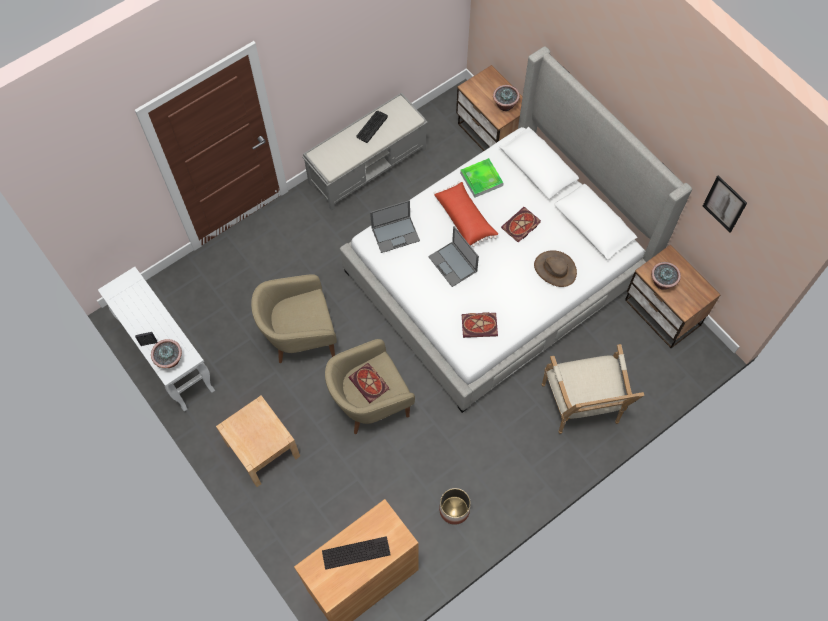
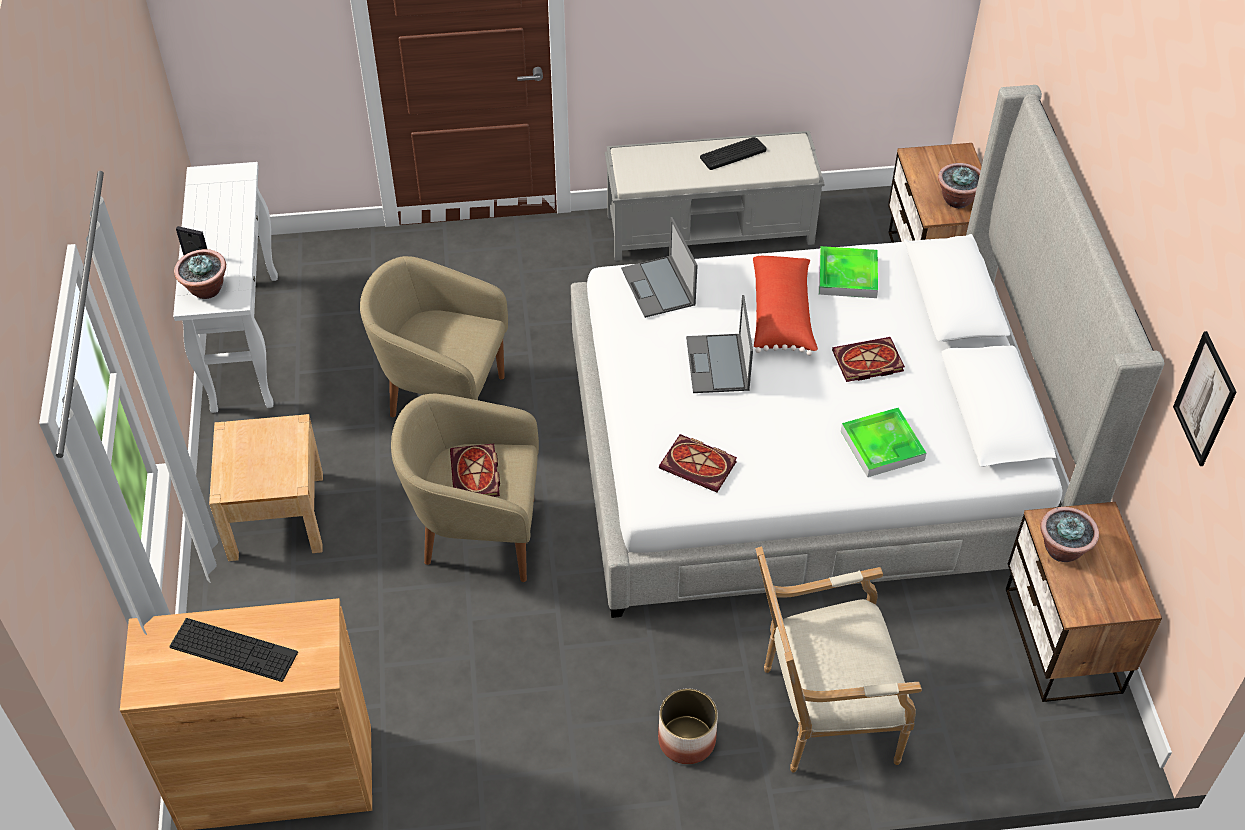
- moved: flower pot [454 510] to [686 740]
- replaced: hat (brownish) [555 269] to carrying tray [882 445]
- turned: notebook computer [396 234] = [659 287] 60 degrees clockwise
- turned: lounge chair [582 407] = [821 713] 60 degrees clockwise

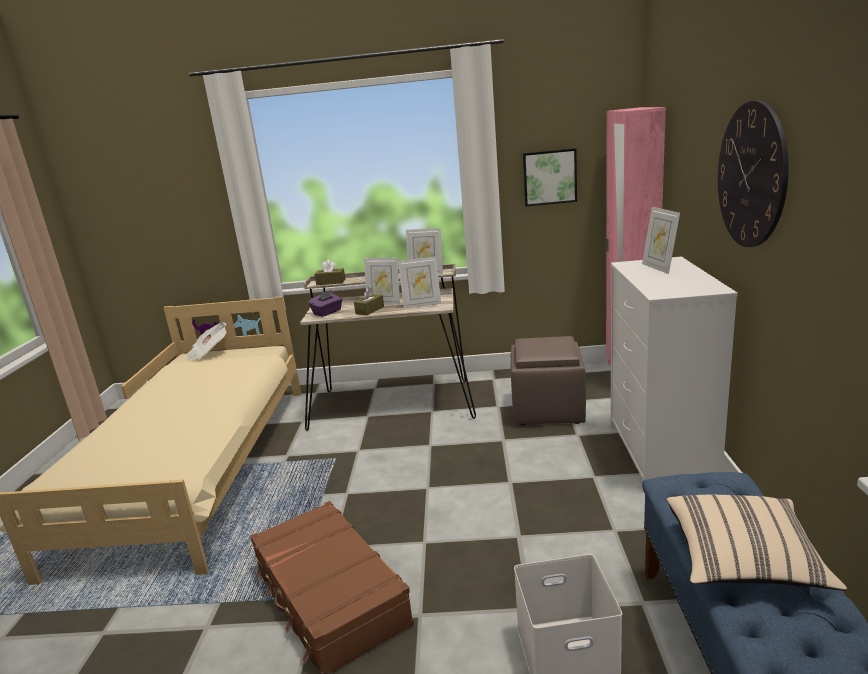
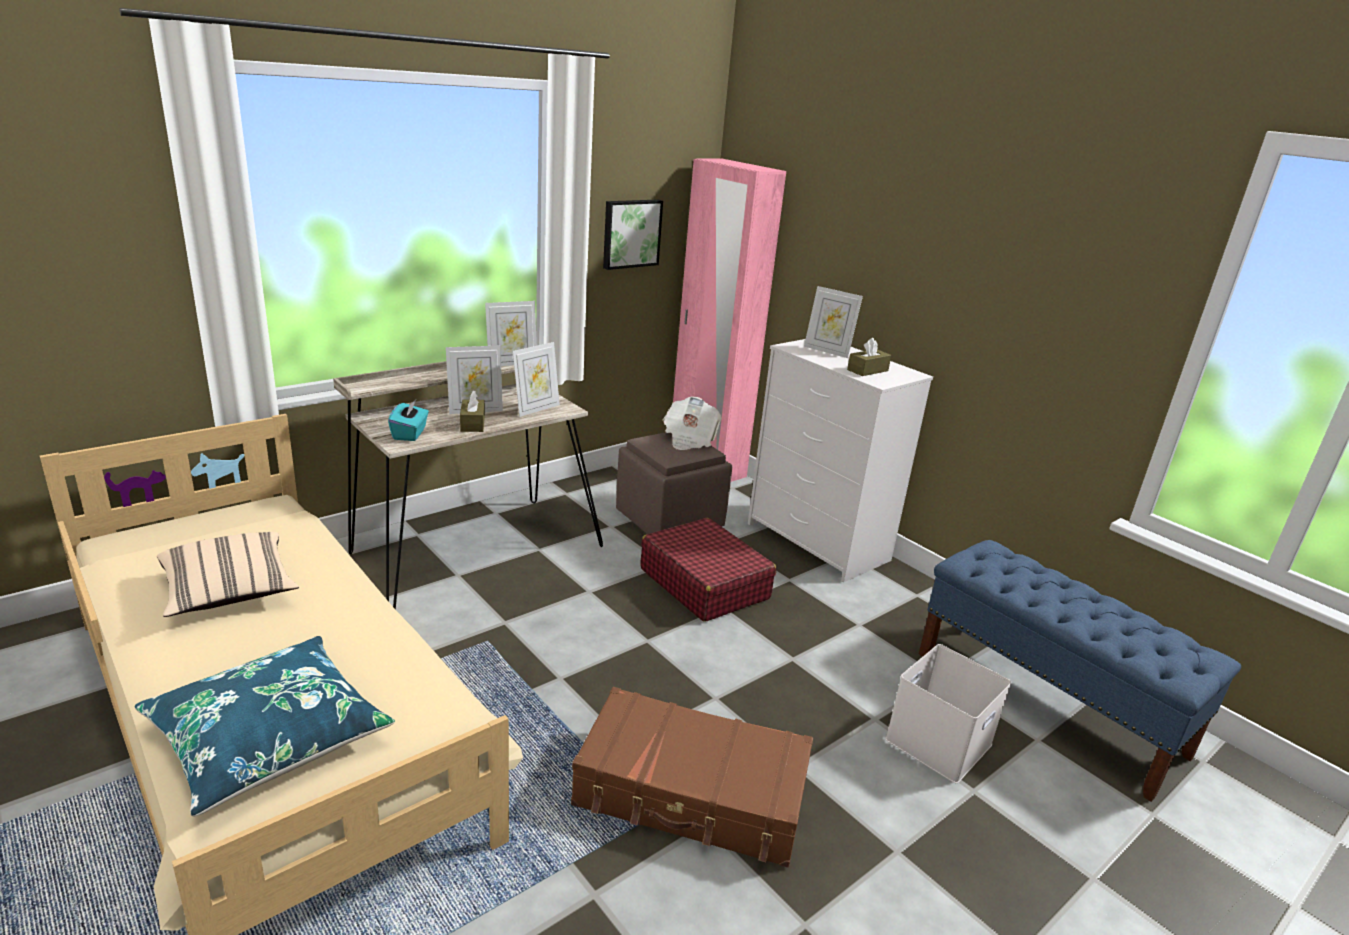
- removed: clock on the wall [751 175]
- added: throw pillow (bluish) [268 736]
- added: travel case (red-coloured) [704 583]
- moved: newspaper [208 353] to [689 439]
- moved: box of tissues (brownish) [331 282] to [867 370]
- moved: throw pillow (beige-coloured) [743 561] to [229 592]
- recoloured: box of tissues (purple-coloured) [327 312] to box of tissues (turquoise-coloured) [410 434]

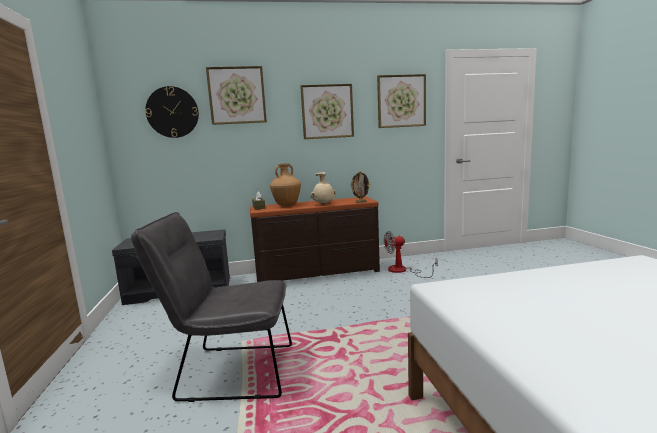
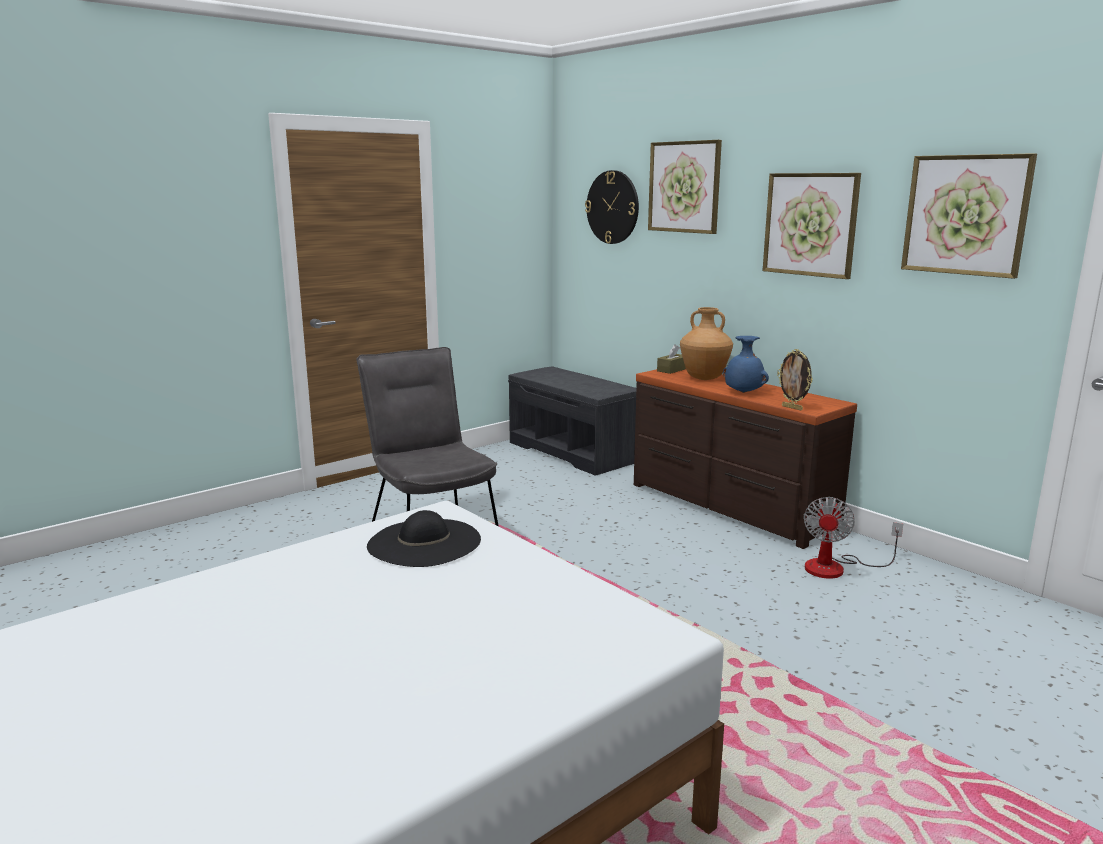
- added: hat (black) [424 542]
- recoloured: vase (beige-coloured) [324 204] to vase (bluish) [743 392]
- turned: electric fan [403 271] = [836 567] 120 degrees counterclockwise

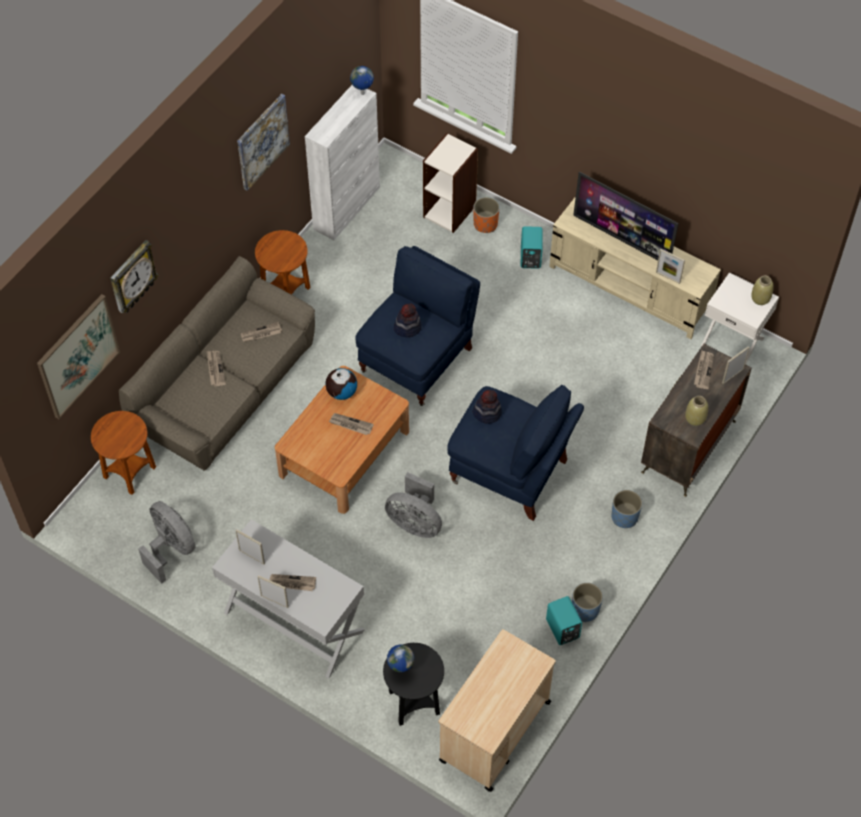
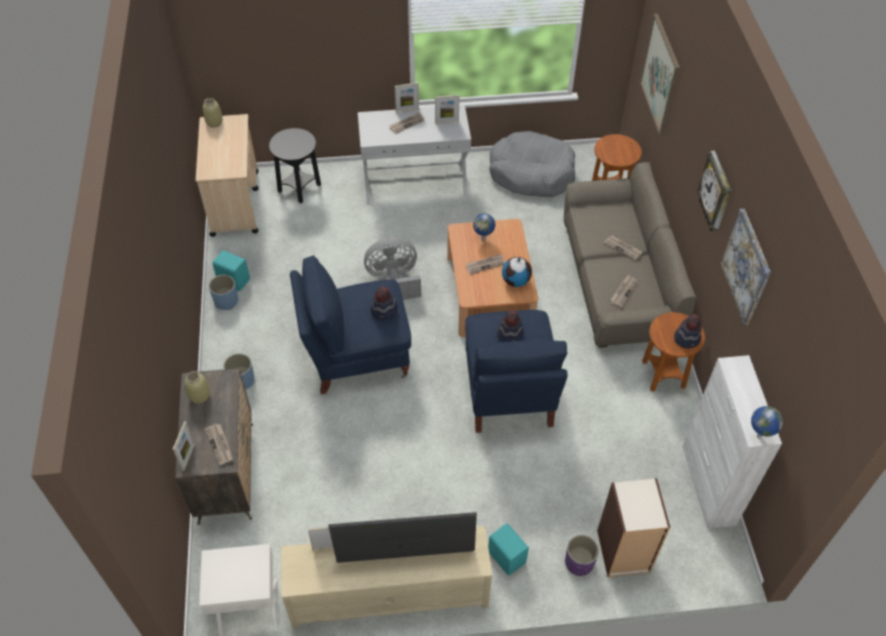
- added: hat [687 338]
- moved: clock on the wall [132 277] to [716 193]
- moved: world globe [400 669] to [483 239]
- moved: vase (beige-coloured) [760 298] to [214 123]
- replaced: electric fan (greyish) [171 549] to dog bed (greyish) [531 173]
- recoloured: flower pot (orange-coloured) [485 224] to flower pot (purple-coloured) [579 562]

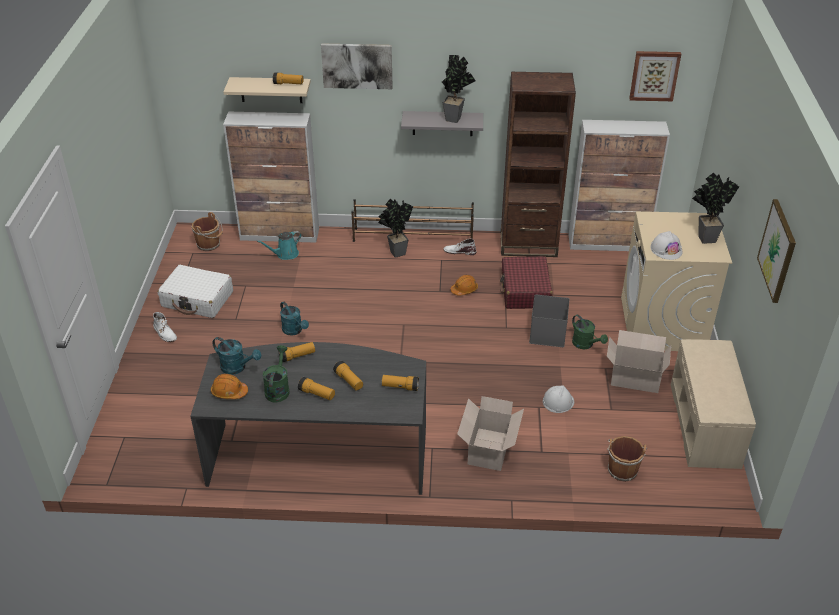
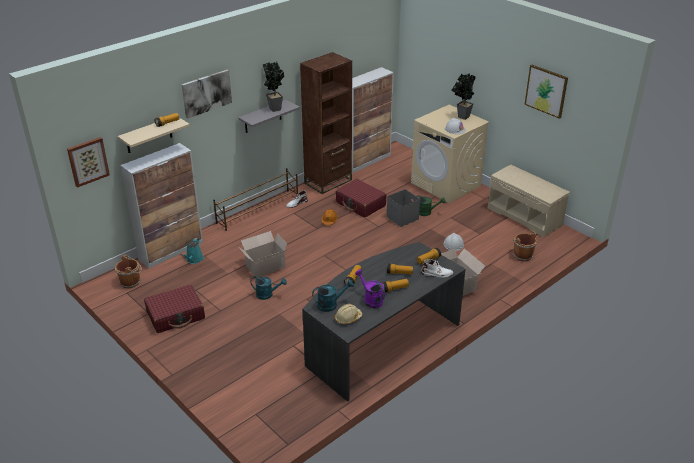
- removed: houseplant [395 253]
- moved: tall boot (white-coloured) [165 333] to [437 273]
- moved: packing box [633 378] to [264 267]
- moved: picture [654 75] to [88 161]
- recoloured: travel case (white-coloured) [197 299] to travel case (red-coloured) [176 315]
- recoloured: safety helmet (orange-coloured) [229 392] to safety helmet (beige-coloured) [348 318]
- recoloured: sprinkling can (greenish) [278 389] to sprinkling can (purple-coloured) [371 299]

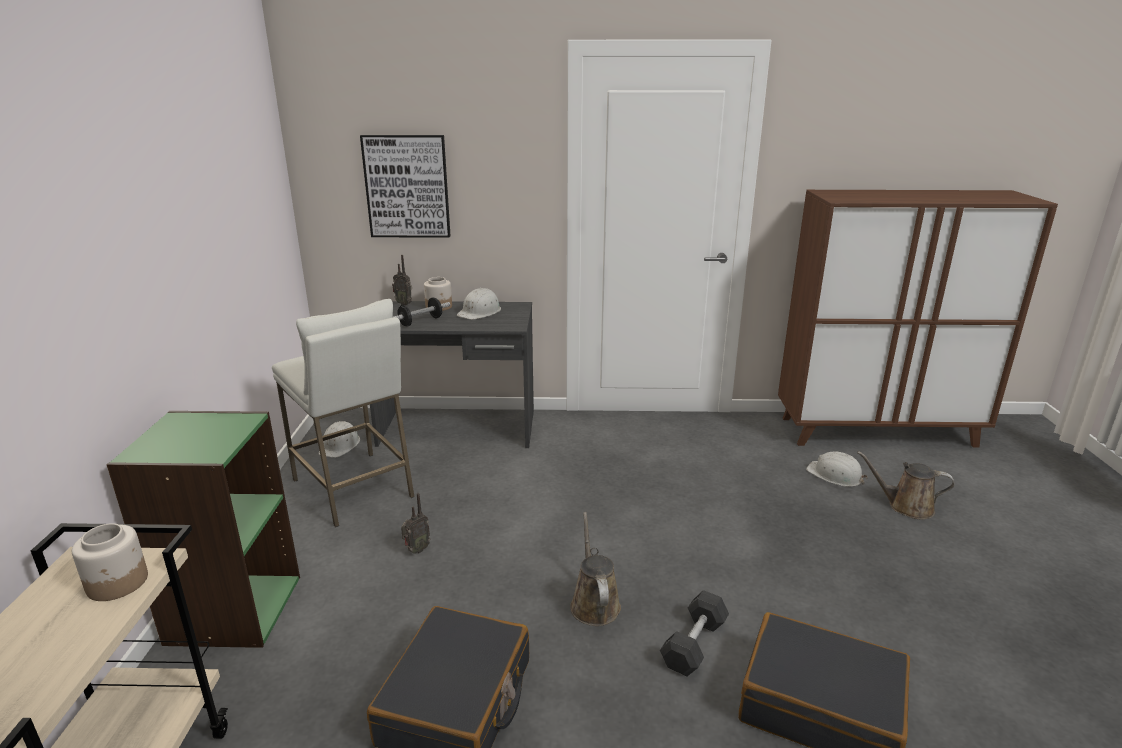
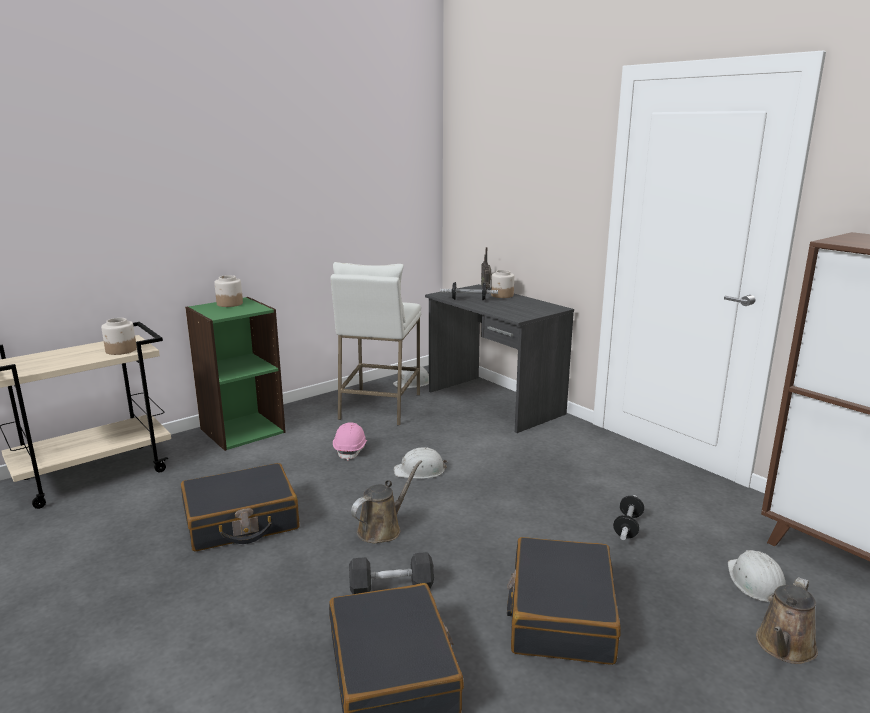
- removed: picture [407 186]
- added: preserve jar [229 304]
- added: travel case (black) [560 614]
- added: dumbbell [627 527]
- moved: safety helmet (white-coloured) [480 312] to [420 470]
- replaced: radio receiver [416 550] to safety helmet (pink) [351 450]
- turned: sprinkling can (brownish) [906 506] = [784 647] 120 degrees counterclockwise

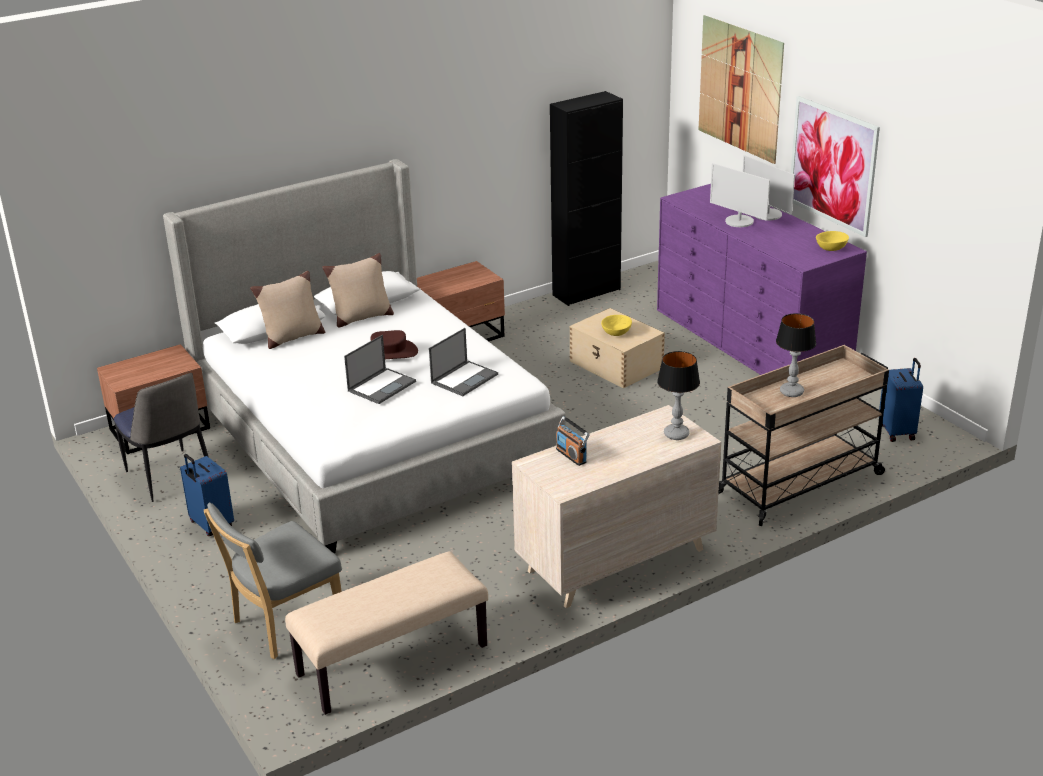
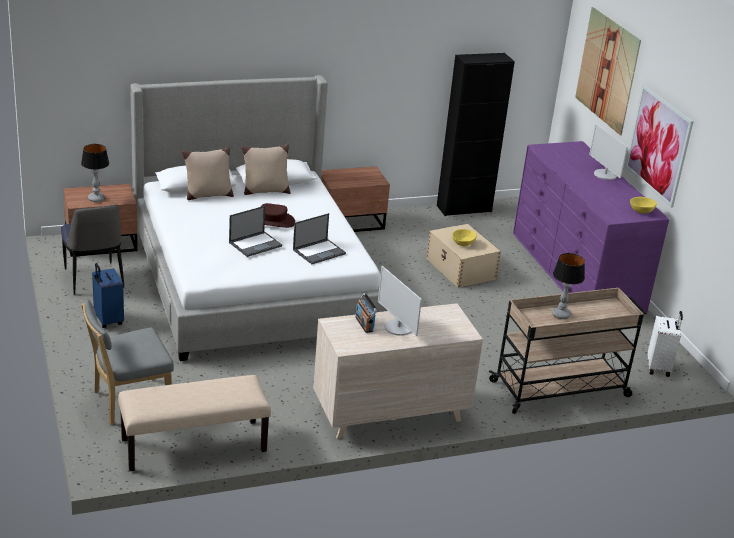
- moved: tabletop lamp [676 434] to [96 199]
- moved: computer display [739 221] to [398 328]
- recoloured: travel case (bluish) [897 431] to travel case (white-coloured) [659 367]

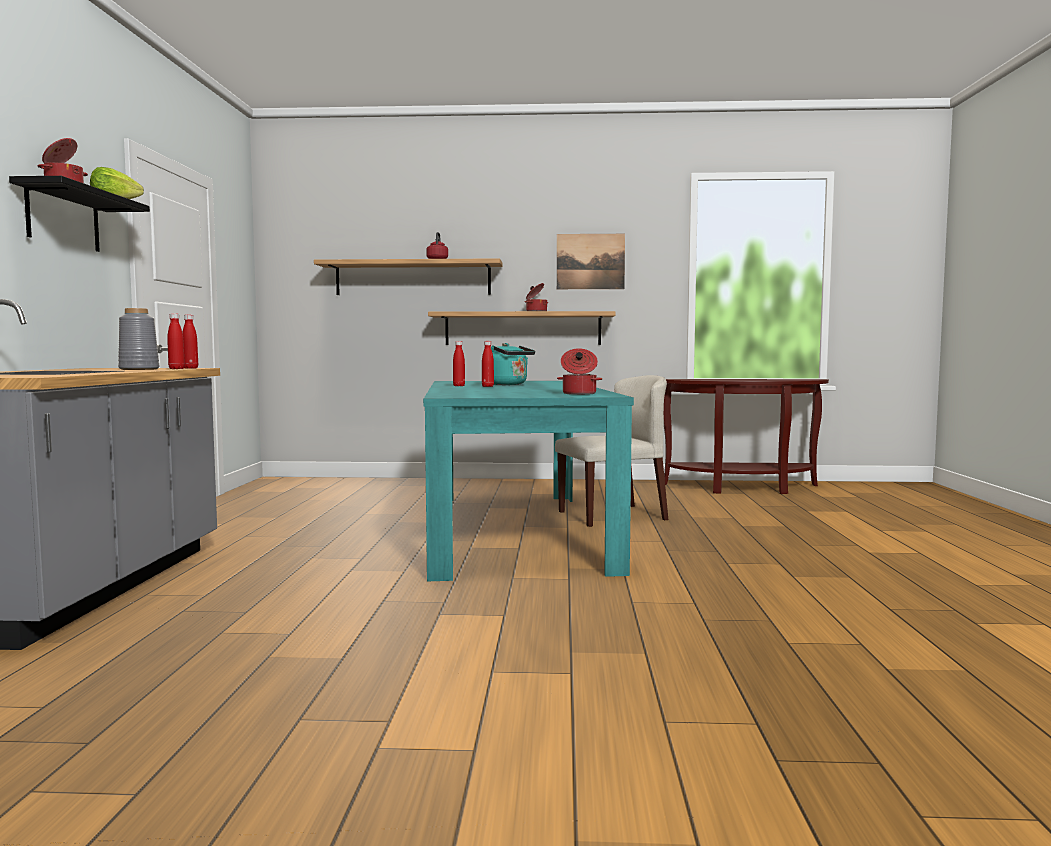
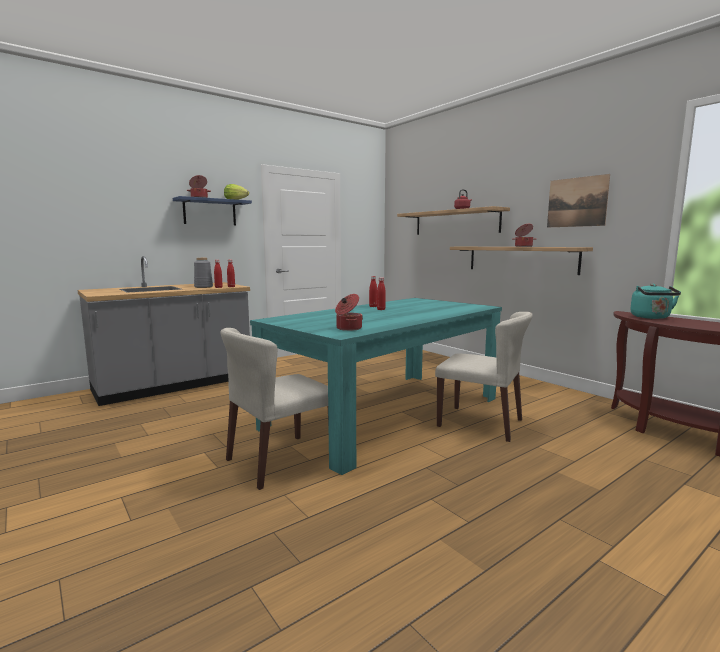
- added: plain chair (beige-coloured) [280 460]
- moved: tea kettle (turquoise-coloured) [508 384] to [651 317]
- recoloured: wall shelf (black) [63 218] to wall shelf (bluish) [209 212]

